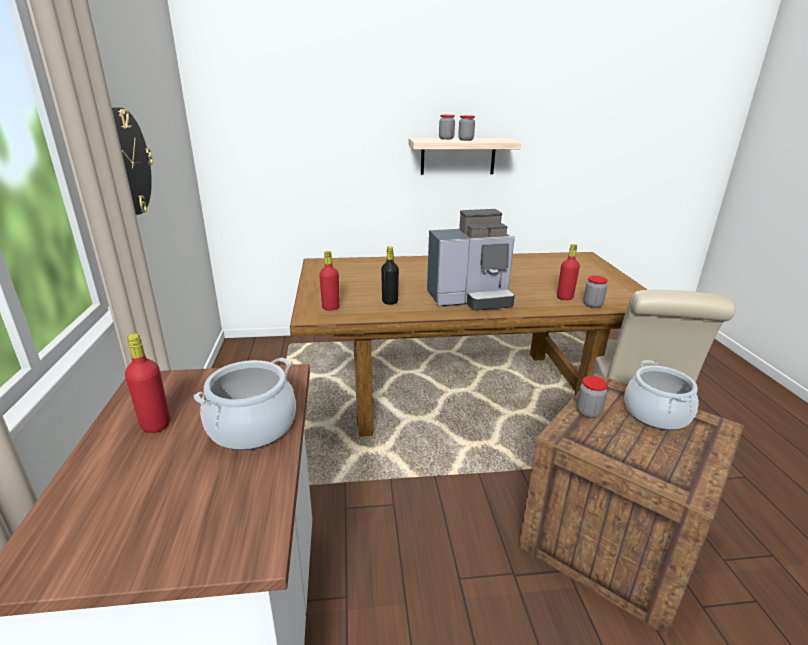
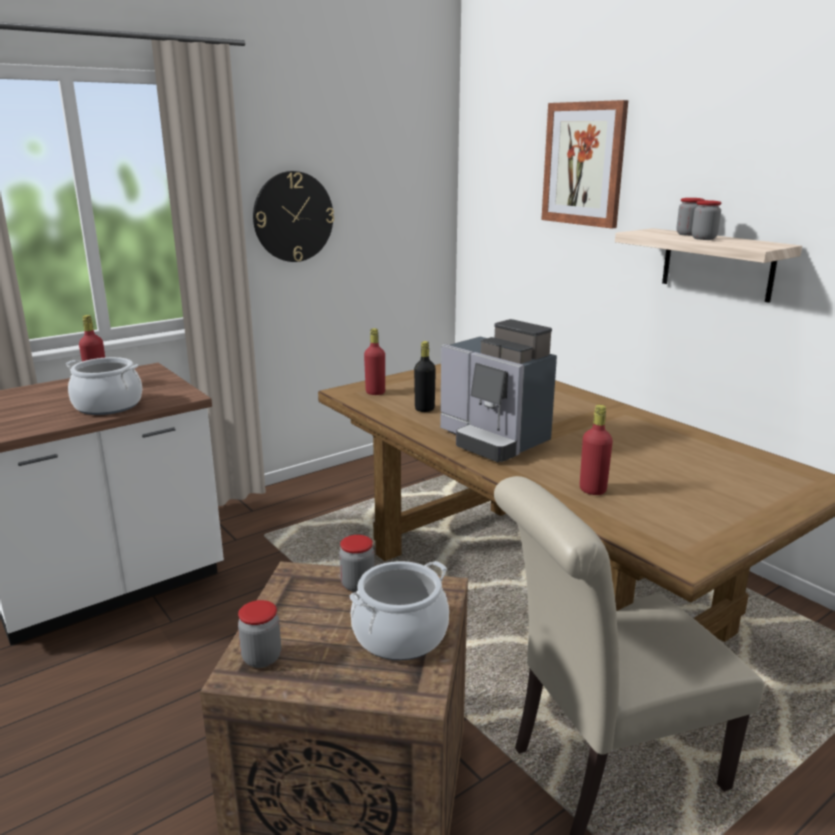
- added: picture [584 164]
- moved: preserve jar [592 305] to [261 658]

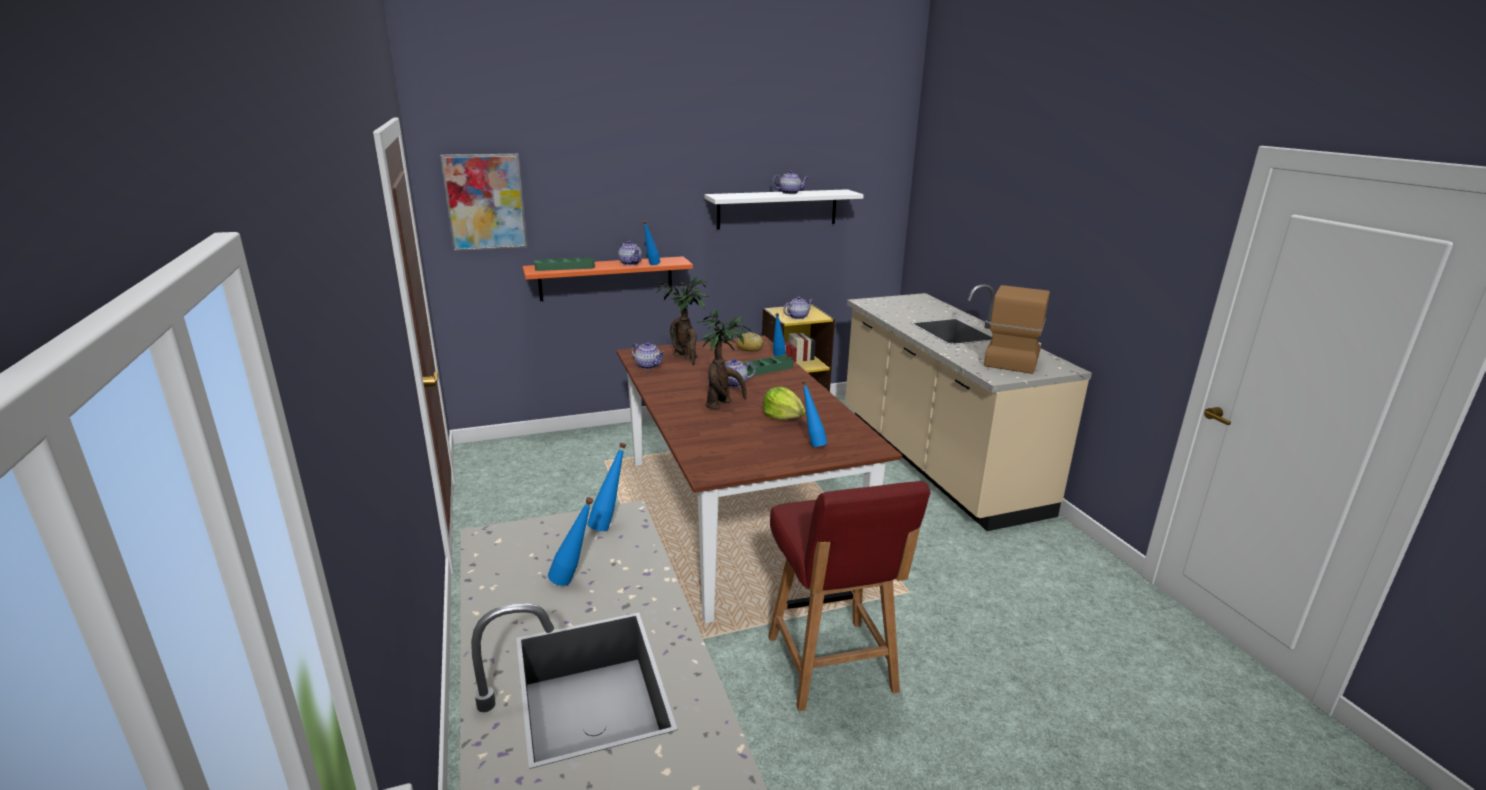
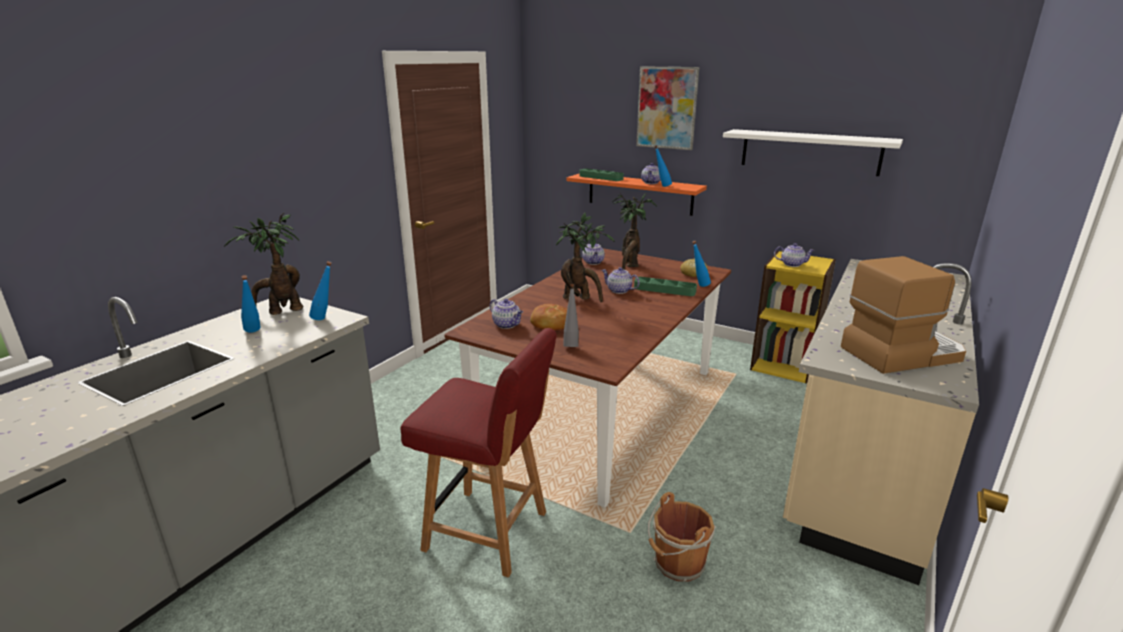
- removed: lettuce [783 416]
- added: houseplant [281 311]
- added: bread [551 324]
- added: bucket (brownish) [677 564]
- moved: picture [485 202] to [667 108]
- moved: pot for tea [790 193] to [507 325]
- recoloured: beverage bottle (bluish) [812 444] to beverage bottle (greyish) [571 344]
- turned: plain chair (red-coloured) [832 666] = [489 532] 105 degrees counterclockwise

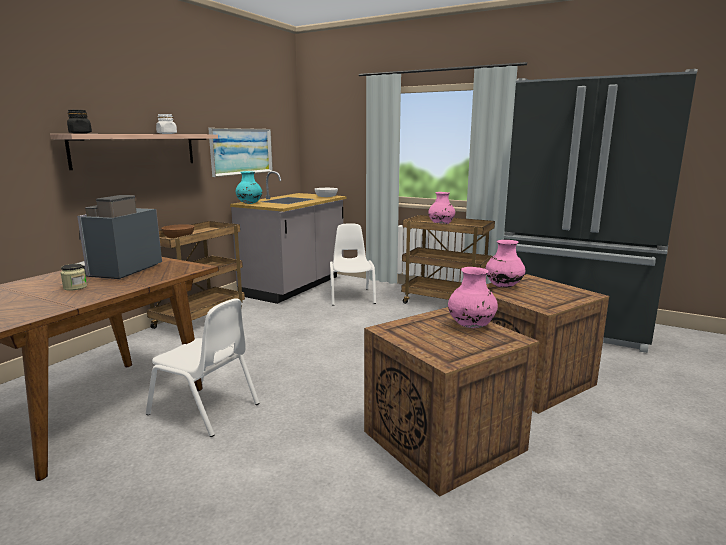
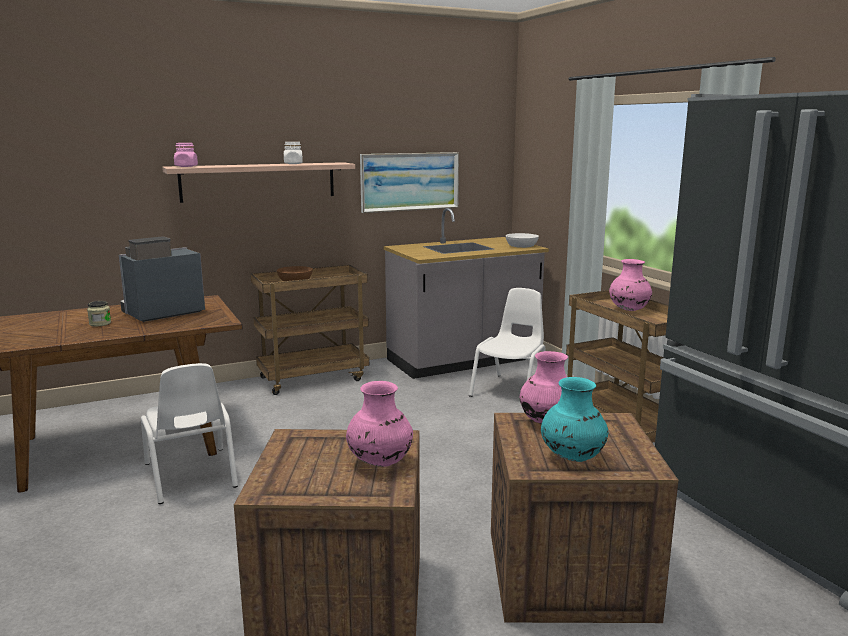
- moved: vase (turquoise-coloured) [249 203] to [572 457]
- recoloured: preserve jar (black) [80 133] to preserve jar (pink) [186 166]

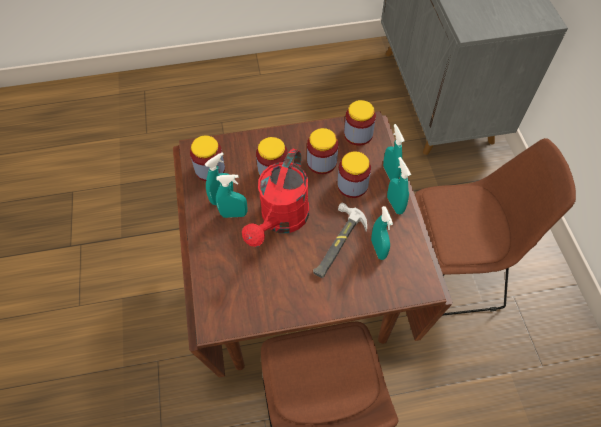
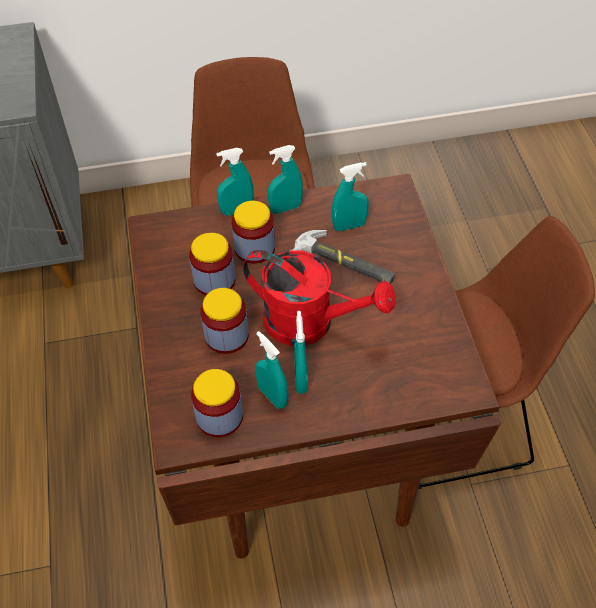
- removed: preserve jar [358 134]

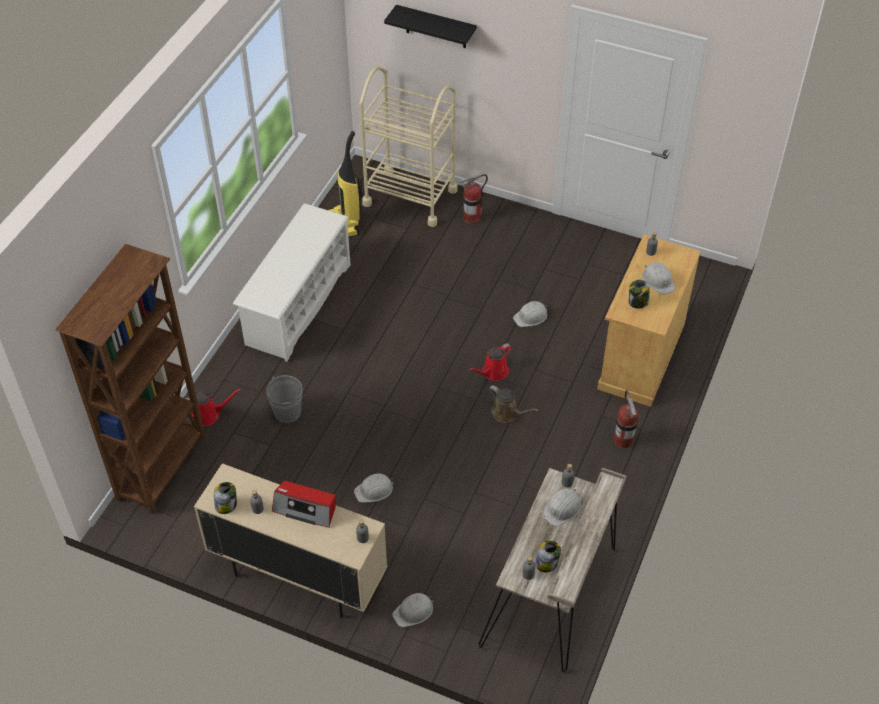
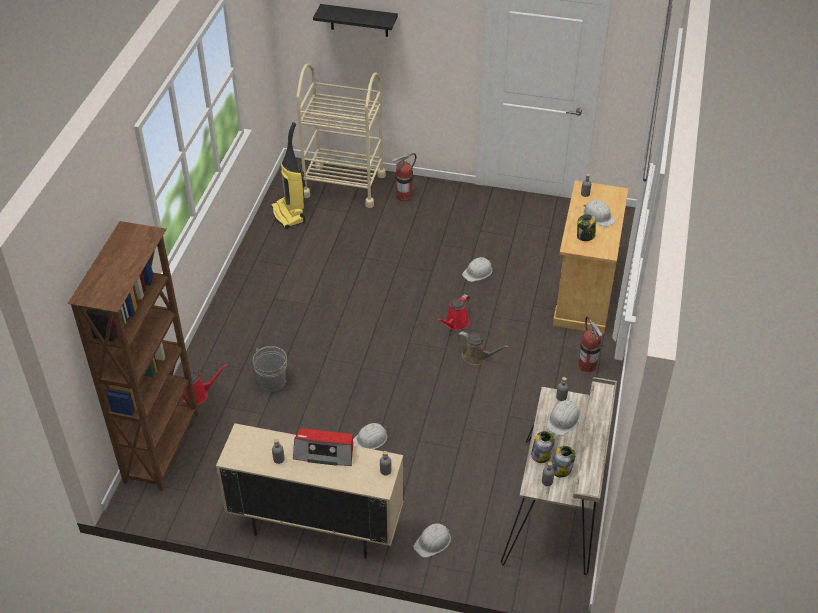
- removed: shoe shelf (white-coloured) [298 304]
- moved: preserve jar [226 505] to [541 454]

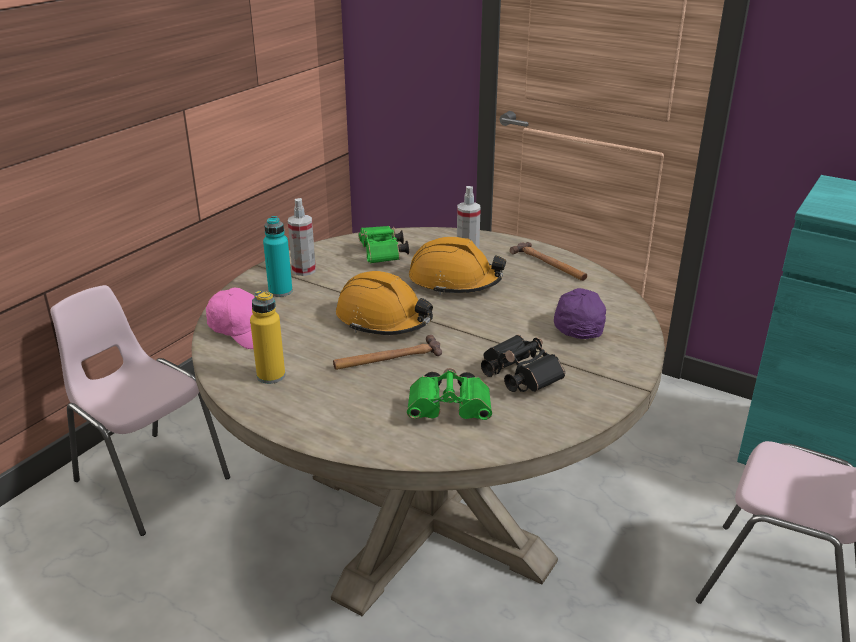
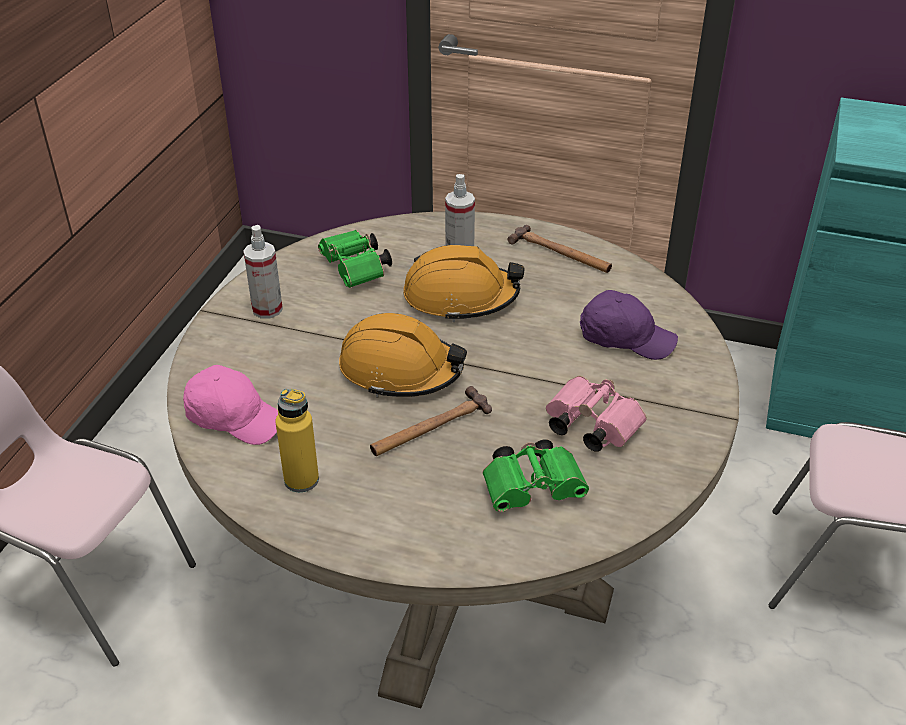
- removed: beverage bottle (turquoise-coloured) [280 291]
- recoloured: pair of binoculars (black) [517 376] to pair of binoculars (pink) [589 426]
- turned: peaked cap (purple-coloured) [577 324] = [625 338] 120 degrees clockwise

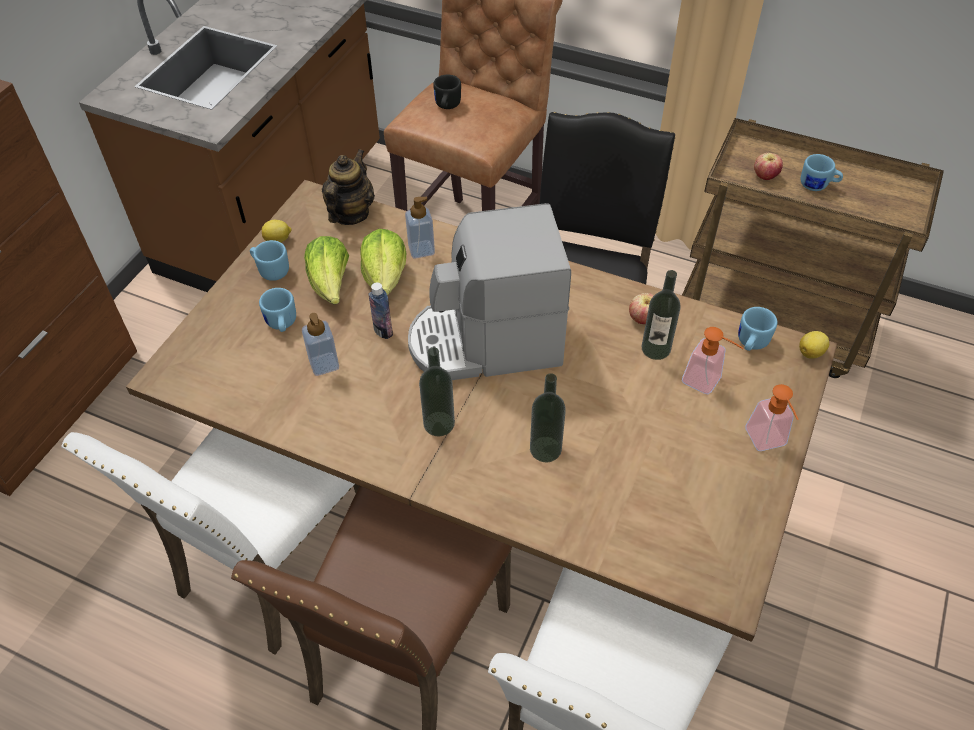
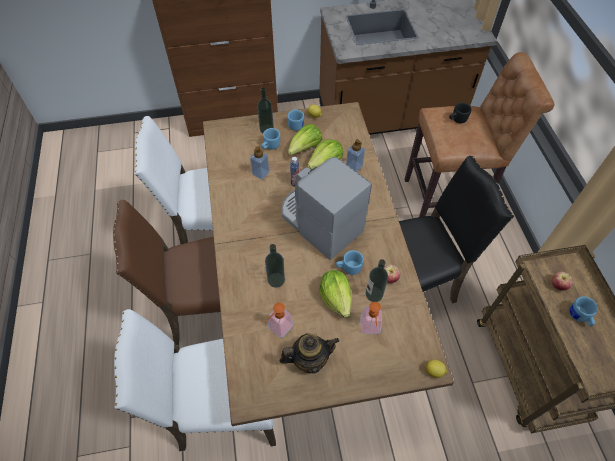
- added: lettuce [336 298]
- moved: pot for tea [350 214] to [309 360]
- moved: beverage bottle [439 424] to [266 129]
- moved: coffee mug (bluish) [750 343] to [348 268]
- moved: soap dispenser [768 443] to [278 329]

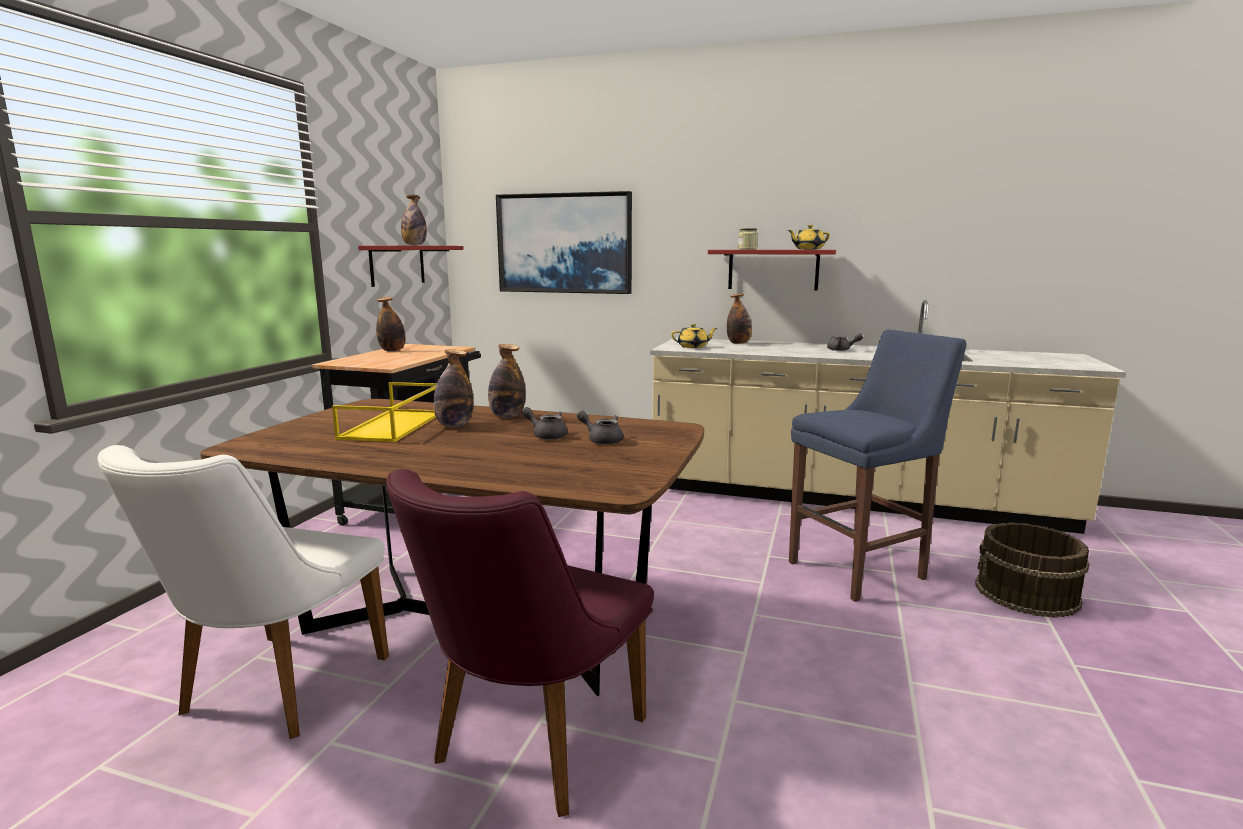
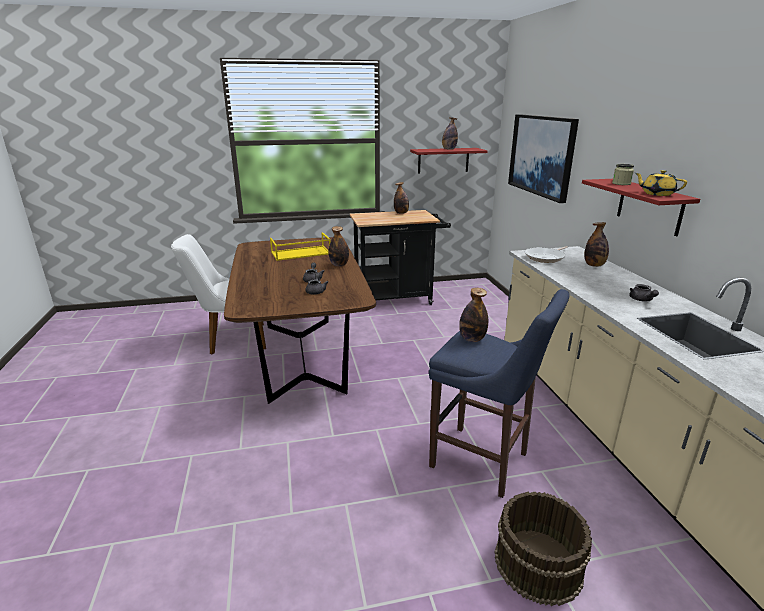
- removed: plain chair (purple-coloured) [527 749]
- moved: beverage bottle [454 425] to [472 339]
- replaced: pot for tea (yellow) [693 347] to frying pan [546 257]

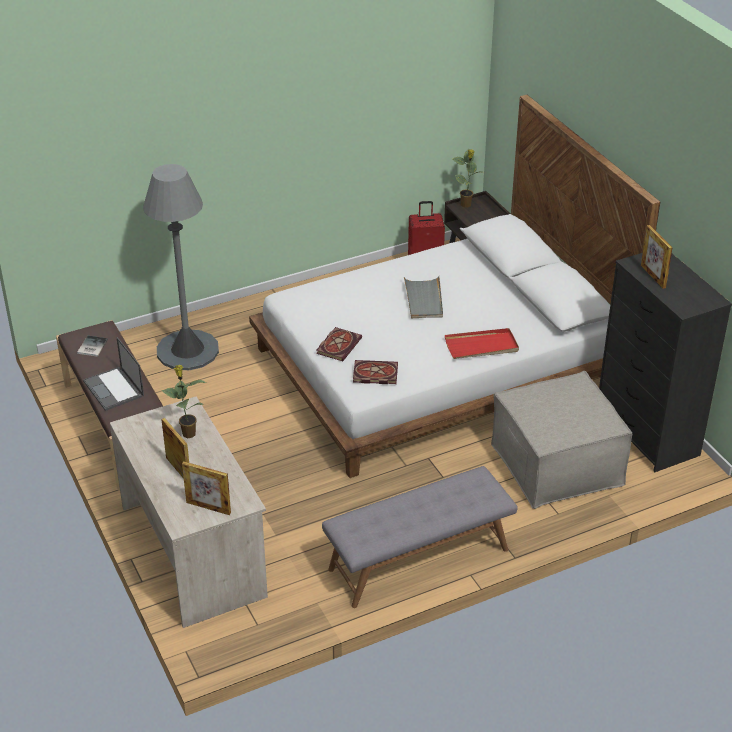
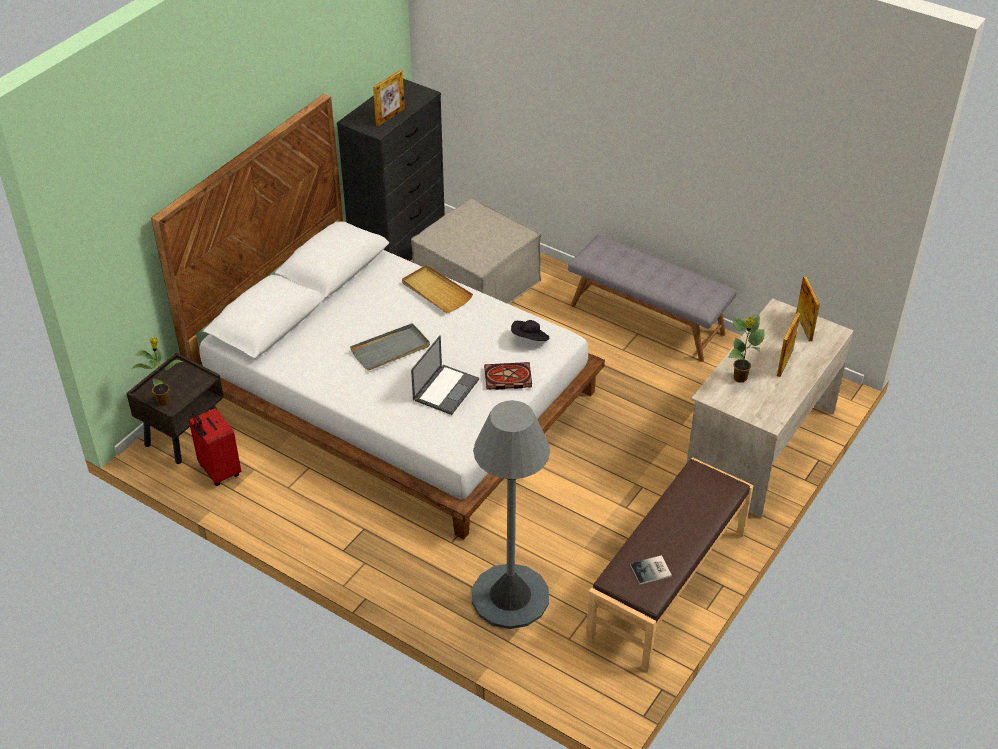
- moved: notebook computer [114 389] to [446 389]
- replaced: volume [374 374] to hat (black) [530 339]
- recoloured: carrying tray (red-coloured) [482 346] to carrying tray (beige-coloured) [436 291]

